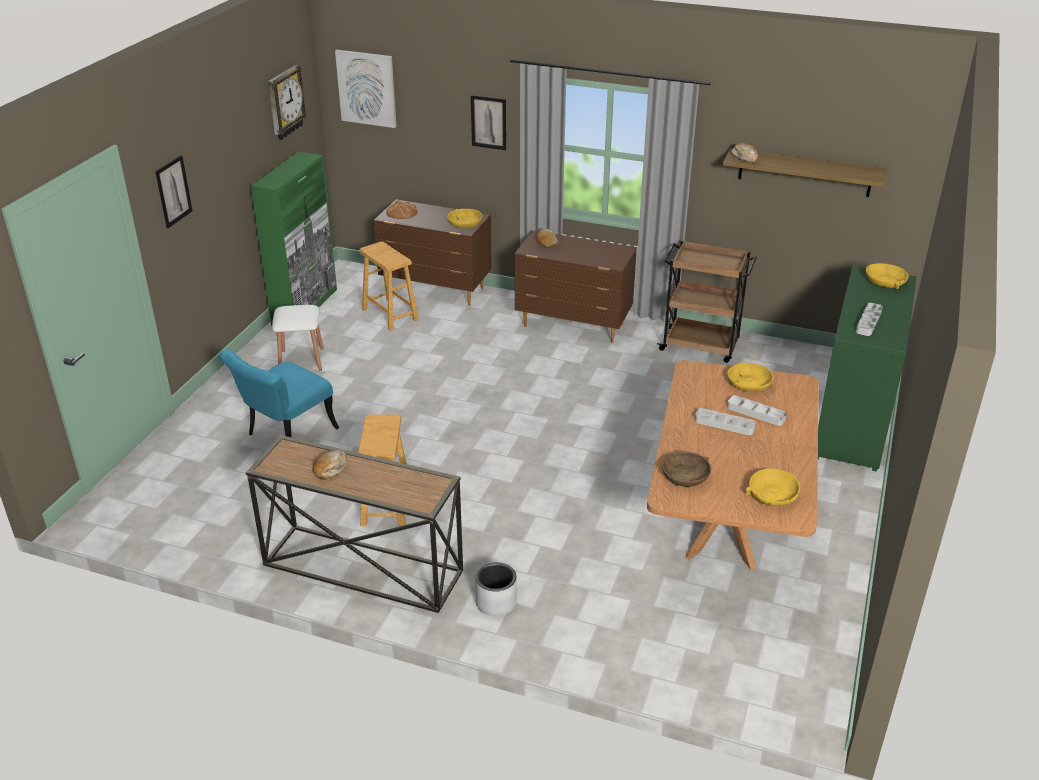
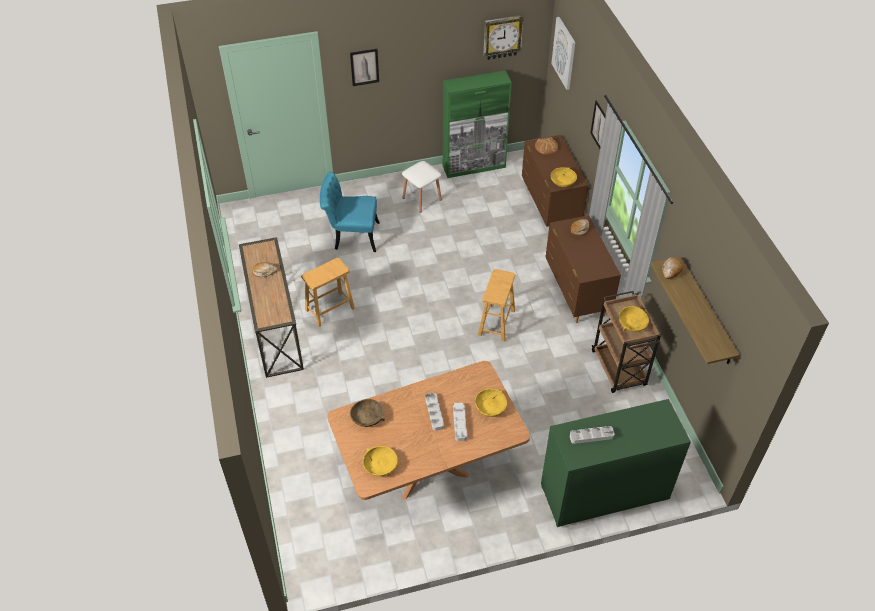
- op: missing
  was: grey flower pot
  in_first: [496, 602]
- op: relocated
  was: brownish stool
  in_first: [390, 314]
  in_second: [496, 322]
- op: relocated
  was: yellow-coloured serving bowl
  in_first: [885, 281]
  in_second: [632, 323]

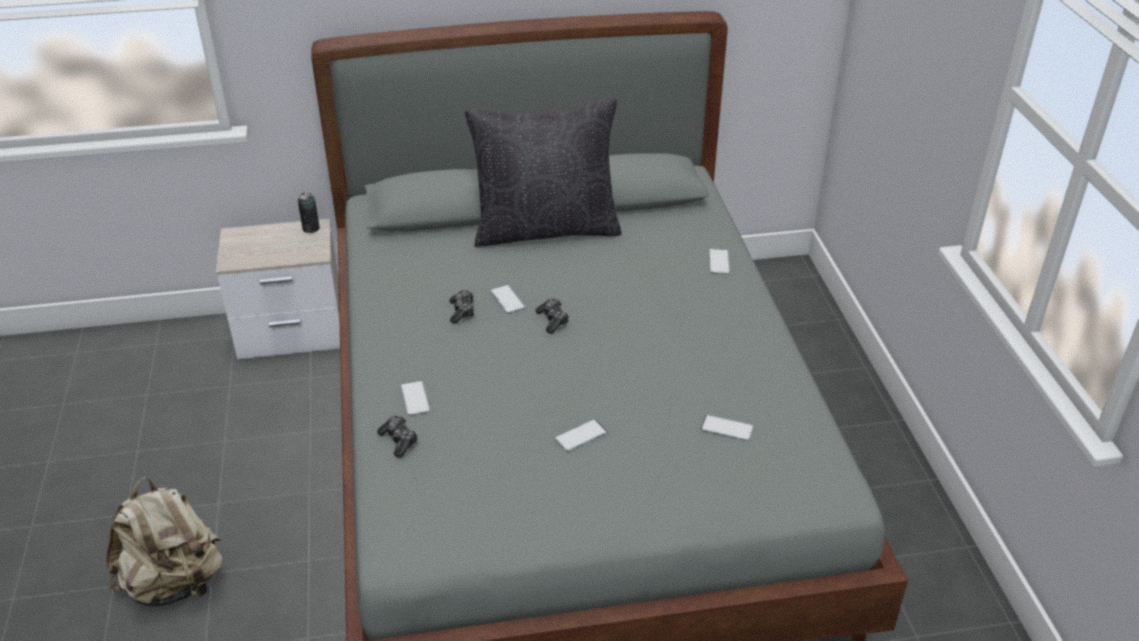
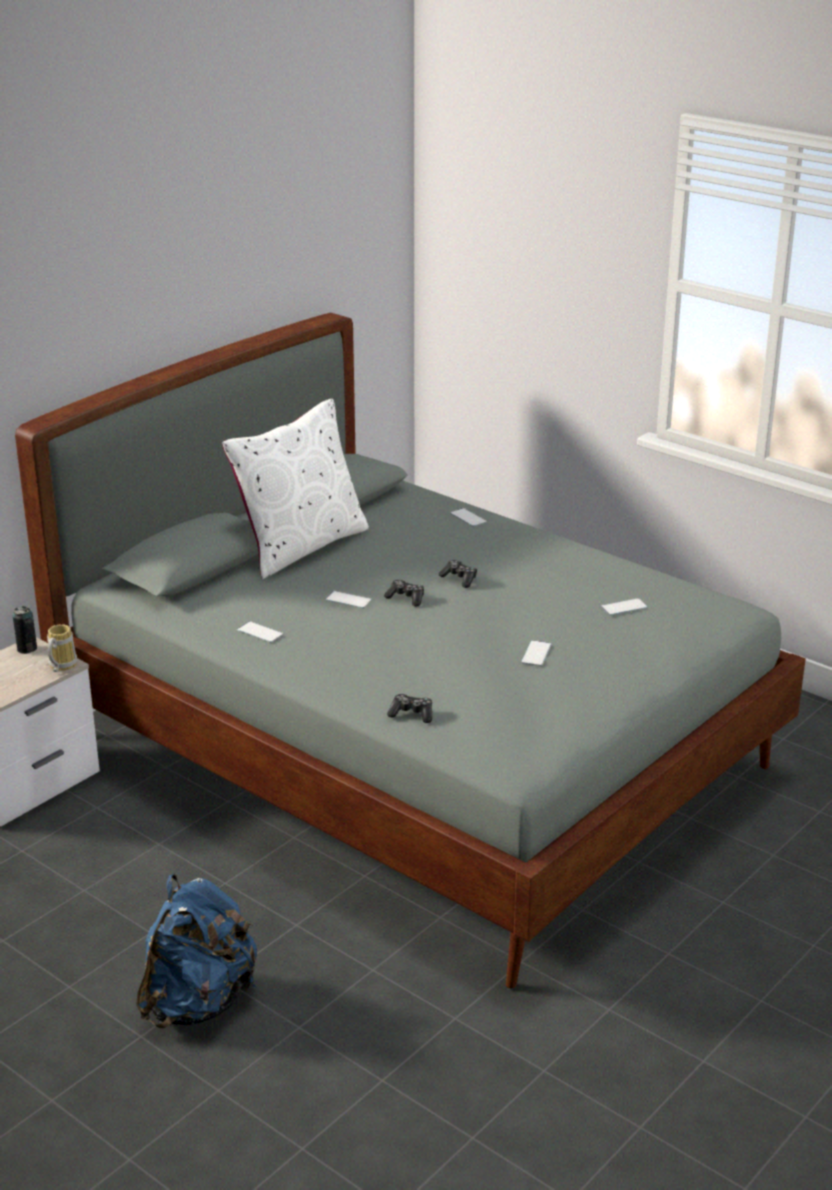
- op: appeared
  now: coffee mug
  in_second: [60, 666]
- op: relocated
  was: phone
  in_first: [415, 398]
  in_second: [260, 632]
- op: relocated
  was: gamepad
  in_first: [462, 311]
  in_second: [459, 579]
- op: colour
  was: beige backpack
  now: blue backpack
  in_first: [174, 583]
  in_second: [198, 1002]
- op: colour
  was: black-coloured pillow
  now: white pillow
  in_first: [545, 229]
  in_second: [300, 546]

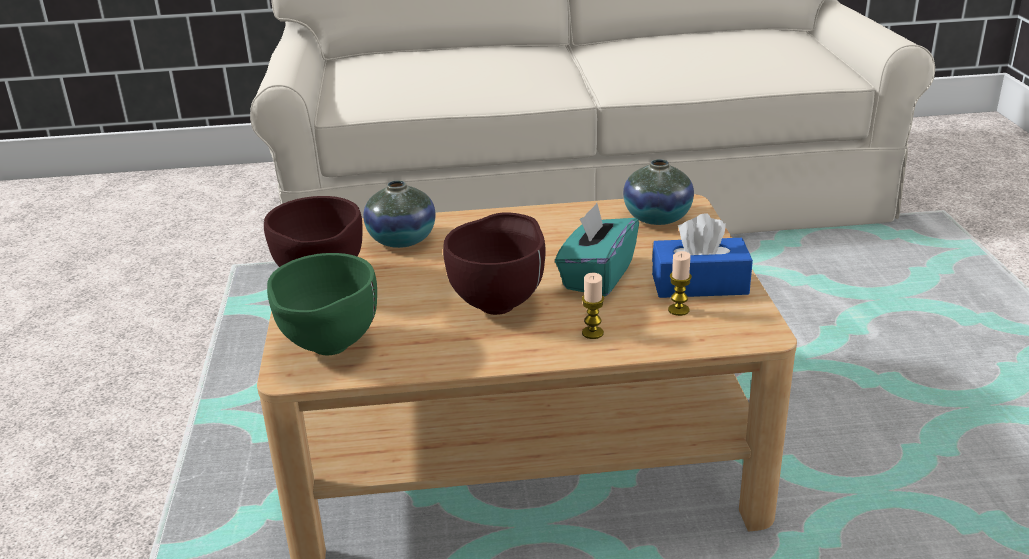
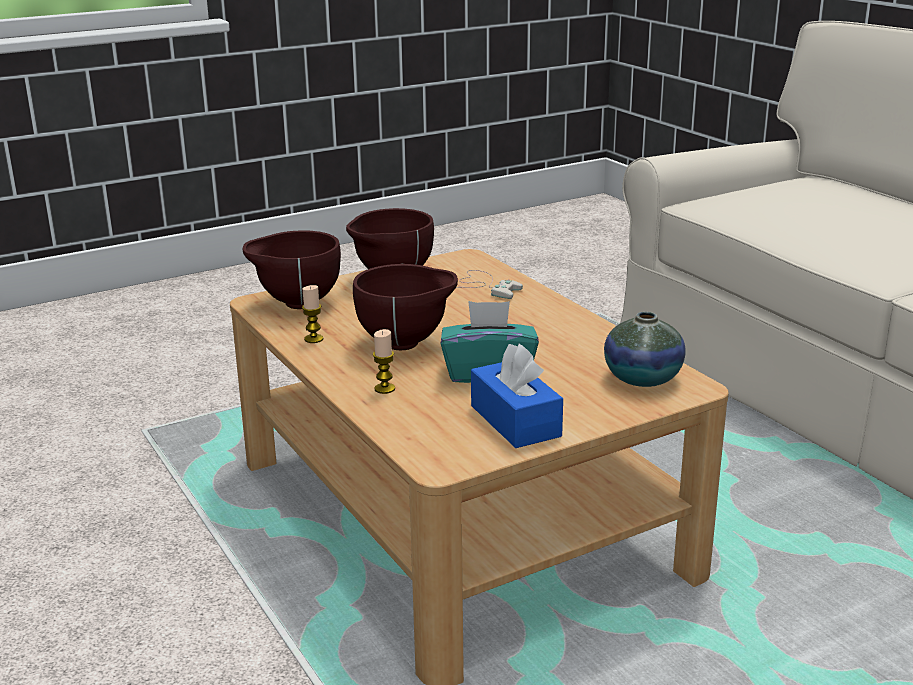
- op: relocated
  was: wax light
  in_first: [678, 310]
  in_second: [313, 339]
- op: exchanged
  was: vase
  now: white gamepad
  in_first: [402, 240]
  in_second: [483, 287]
- op: colour
  was: green serving bowl
  now: brownish serving bowl
  in_first: [328, 349]
  in_second: [295, 304]

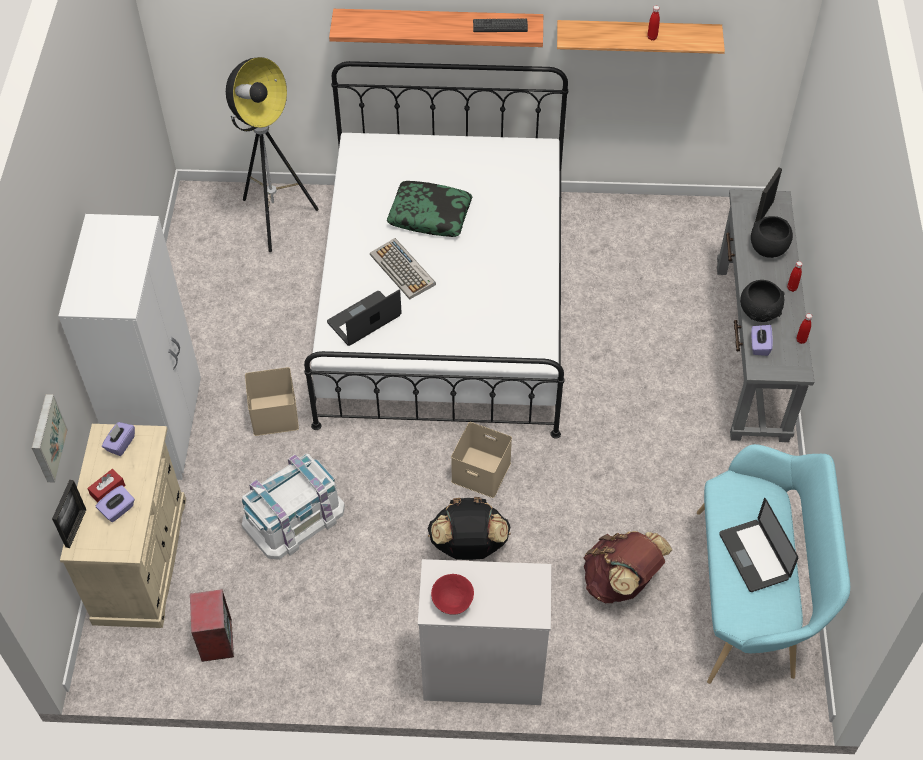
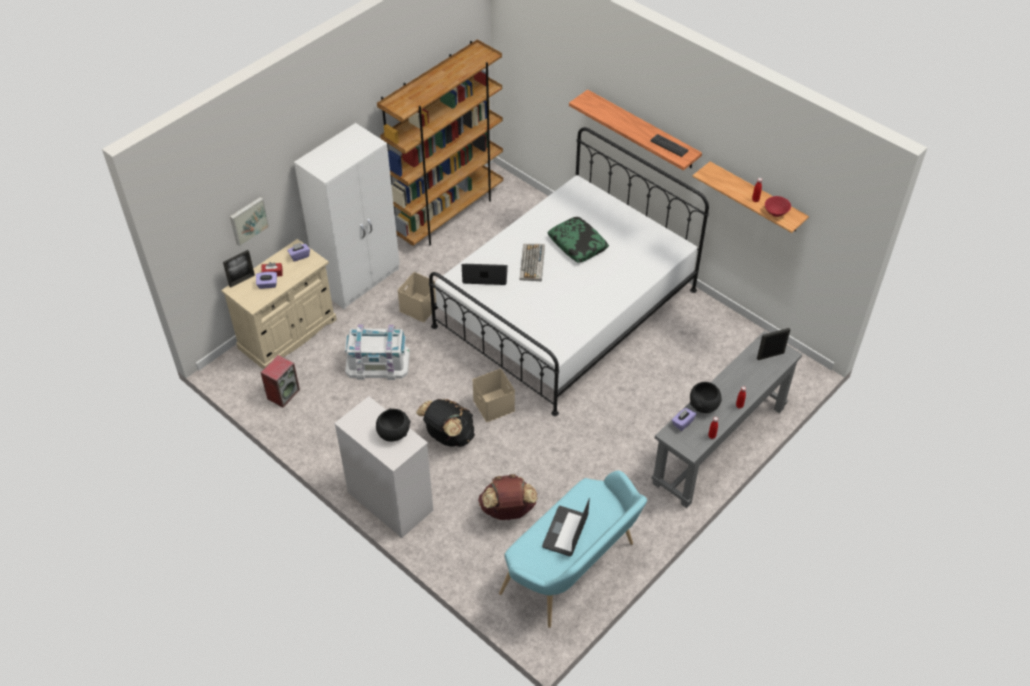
- op: missing
  was: standing lamp
  in_first: [275, 219]
- op: appeared
  now: brownish bookshelf
  in_second: [448, 214]
- op: relocated
  was: red serving bowl
  in_first: [452, 602]
  in_second: [775, 213]
- op: relocated
  was: black-coloured serving bowl
  in_first: [768, 247]
  in_second: [393, 432]

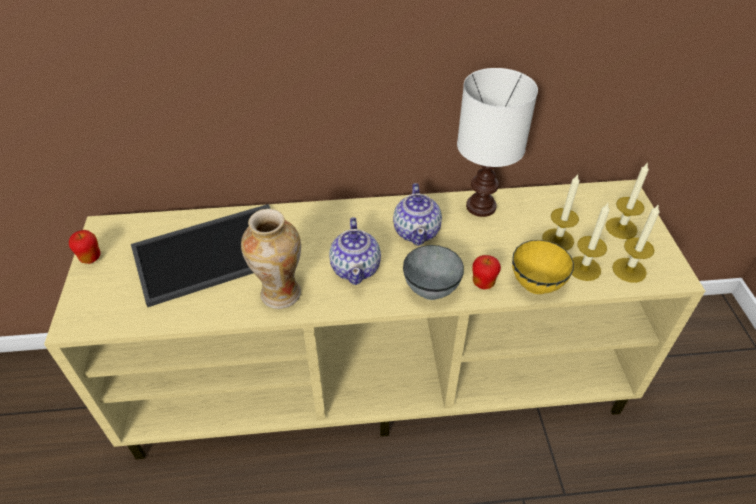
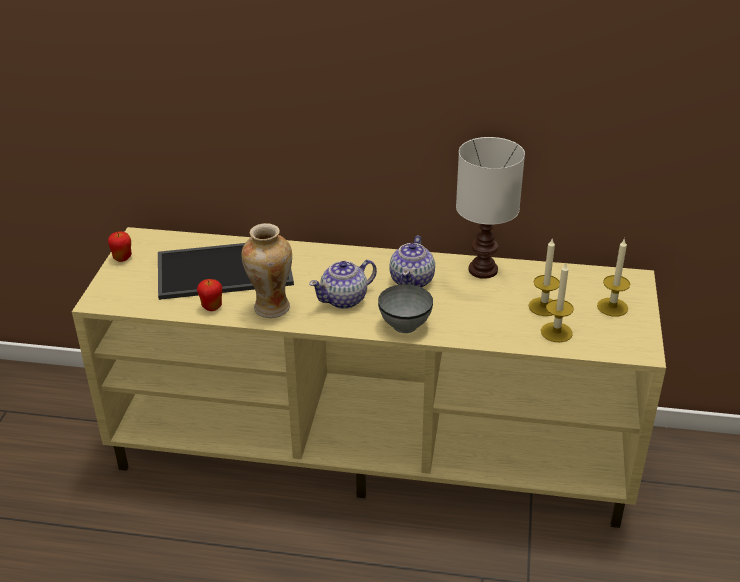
- op: missing
  was: yellow-coloured serving bowl
  in_first: [536, 283]
- op: missing
  was: wax light
  in_first: [629, 270]
- op: relocated
  was: whole apple
  in_first: [483, 283]
  in_second: [212, 307]
- op: spun
  was: pot for tea
  in_first: [356, 268]
  in_second: [344, 299]
  clockwise: 45

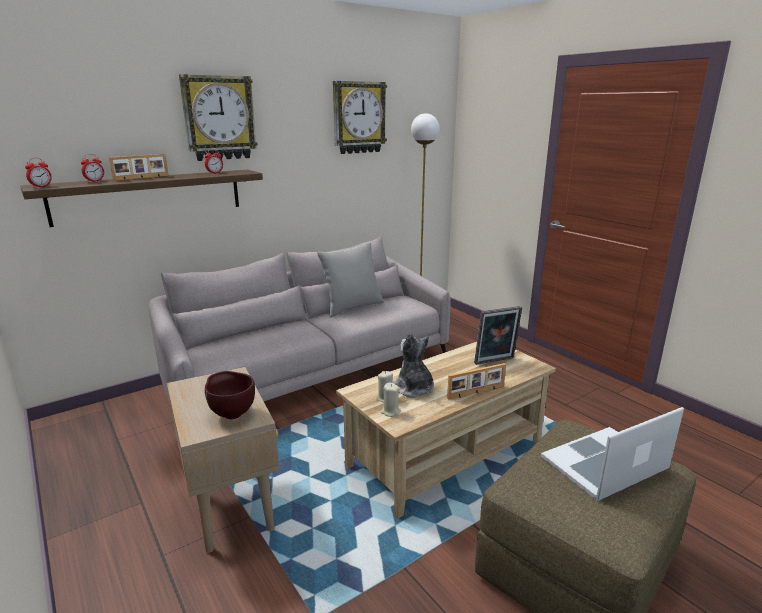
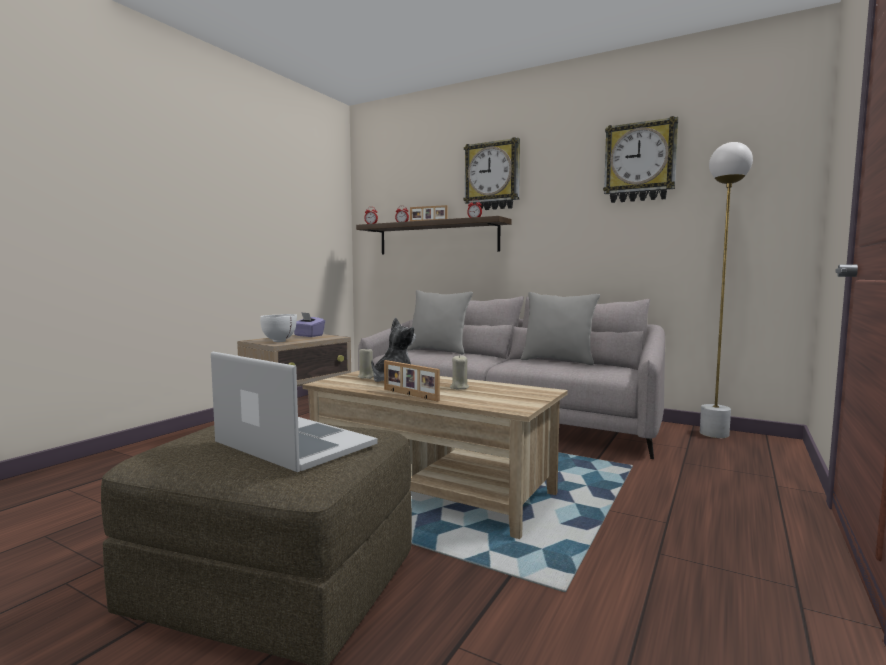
- op: missing
  was: picture frame
  in_first: [495, 361]
- op: appeared
  now: purplish box of tissues
  in_second: [308, 335]
- op: appeared
  now: grey pillow
  in_second: [439, 351]
- op: relocated
  was: beige wax light
  in_first: [390, 412]
  in_second: [459, 387]
- op: colour
  was: brownish serving bowl
  now: white serving bowl
  in_first: [232, 413]
  in_second: [280, 341]

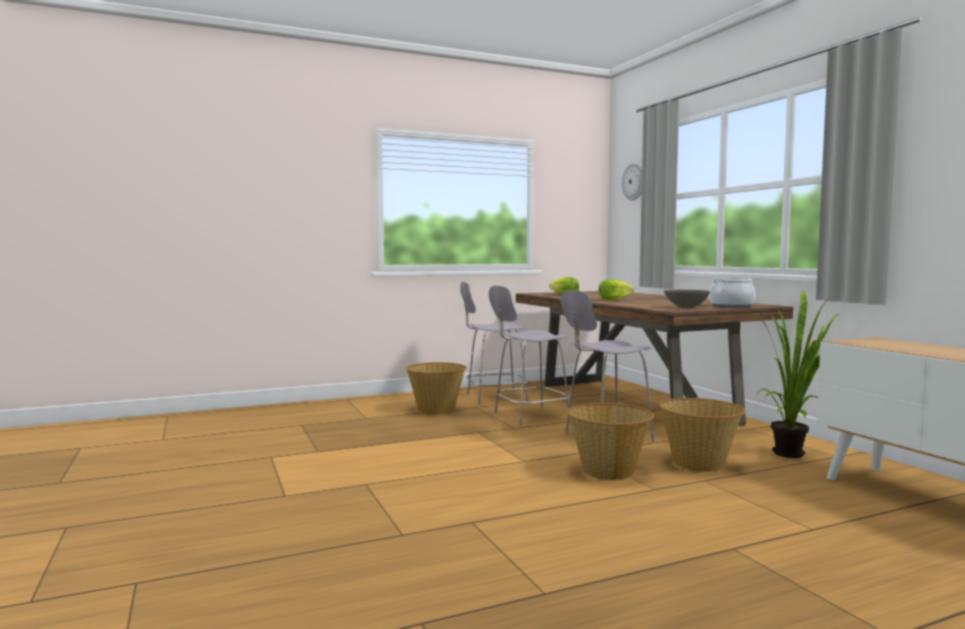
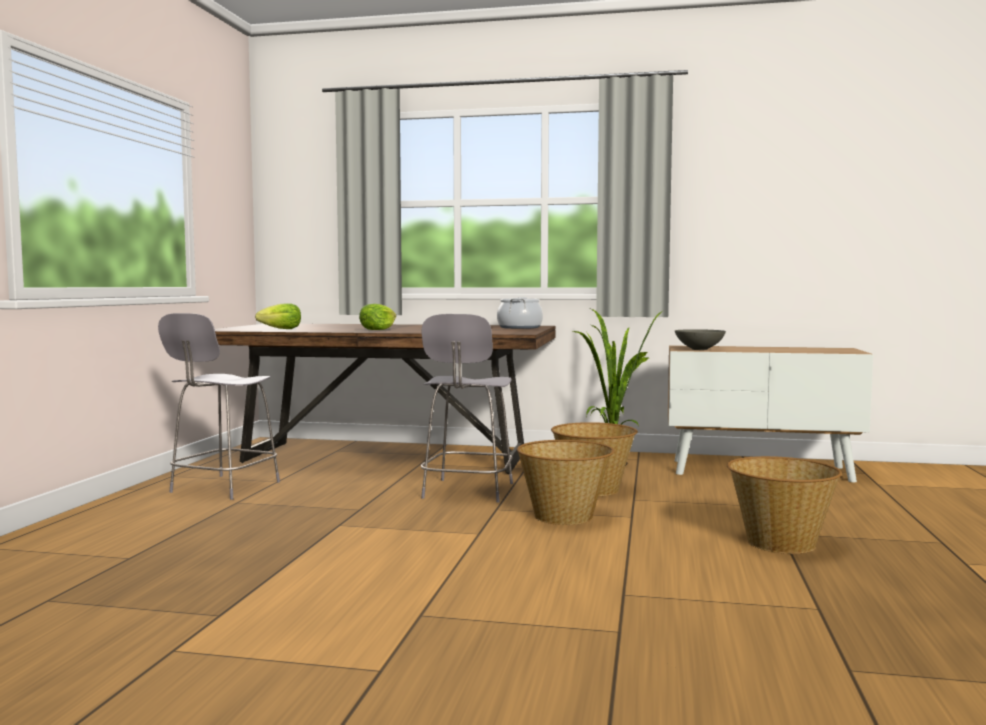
- op: missing
  was: grey upright chair
  in_first: [529, 416]
- op: missing
  was: clock on the wall
  in_first: [634, 181]
- op: relocated
  was: storage basket
  in_first: [437, 410]
  in_second: [780, 542]
- op: relocated
  was: grey serving bowl
  in_first: [685, 307]
  in_second: [699, 349]

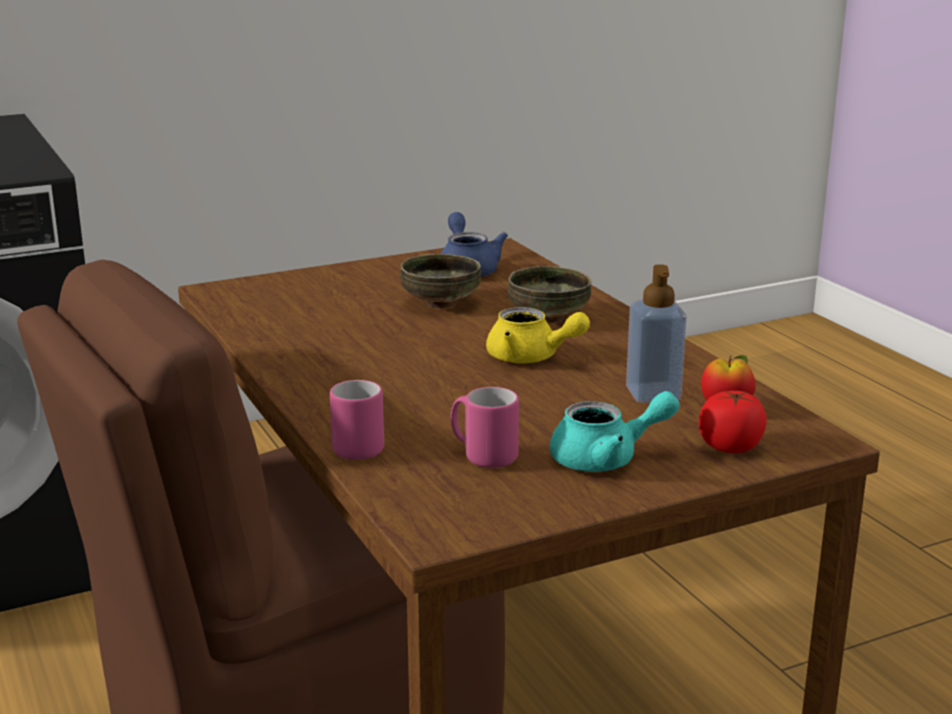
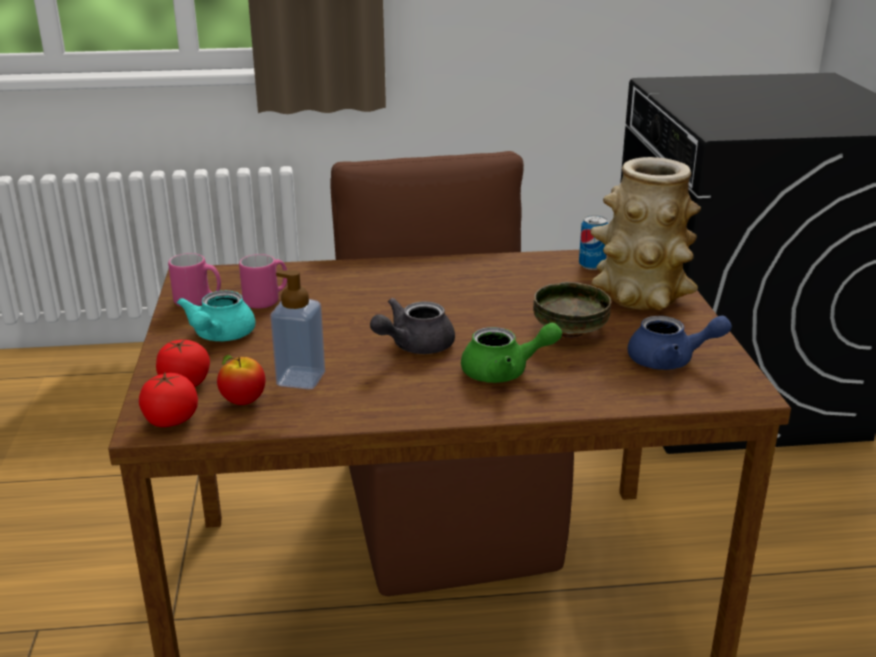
- op: appeared
  now: whole tomato
  in_second: [171, 420]
- op: appeared
  now: sealed can
  in_second: [592, 265]
- op: appeared
  now: vase
  in_second: [639, 295]
- op: relocated
  was: pink-coloured coffee mug
  in_first: [356, 446]
  in_second: [198, 302]
- op: exchanged
  was: serving bowl
  now: green pot for tea
  in_first: [547, 317]
  in_second: [504, 372]
- op: colour
  was: yellow-coloured pot for tea
  now: grey pot for tea
  in_first: [531, 358]
  in_second: [414, 346]

